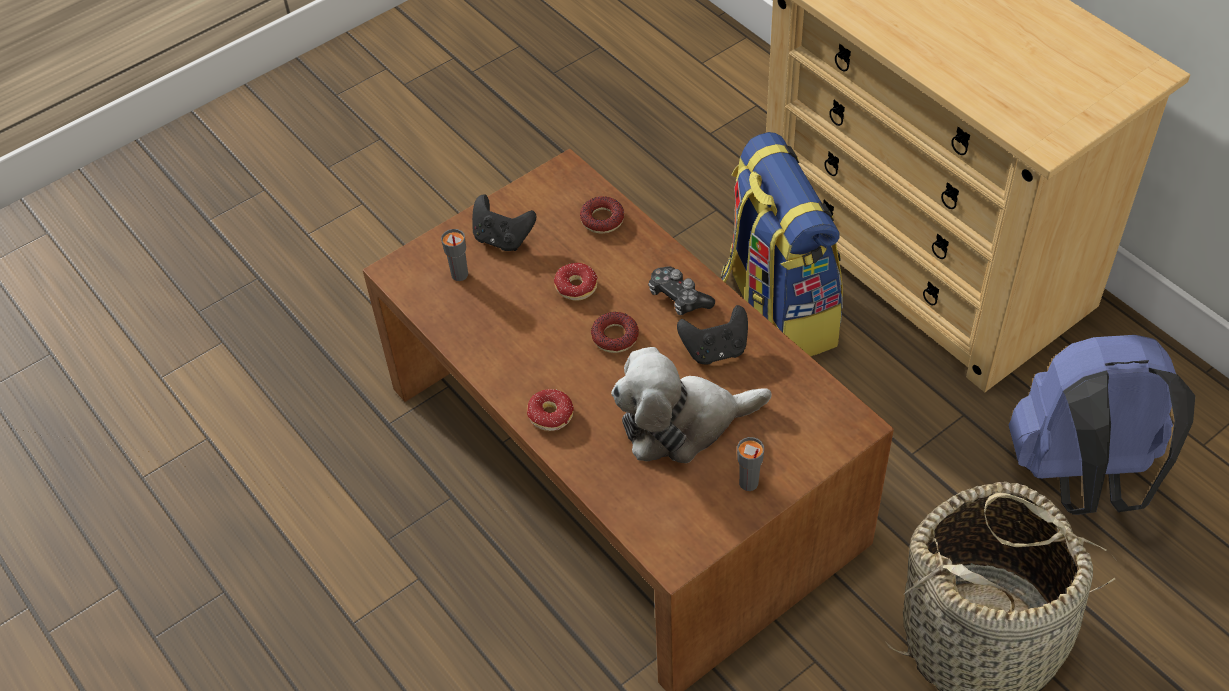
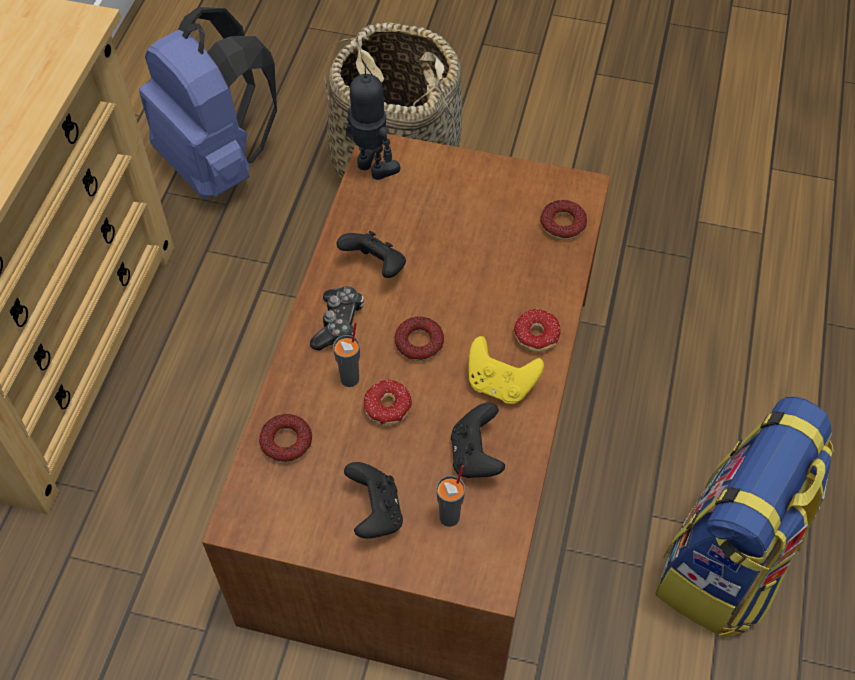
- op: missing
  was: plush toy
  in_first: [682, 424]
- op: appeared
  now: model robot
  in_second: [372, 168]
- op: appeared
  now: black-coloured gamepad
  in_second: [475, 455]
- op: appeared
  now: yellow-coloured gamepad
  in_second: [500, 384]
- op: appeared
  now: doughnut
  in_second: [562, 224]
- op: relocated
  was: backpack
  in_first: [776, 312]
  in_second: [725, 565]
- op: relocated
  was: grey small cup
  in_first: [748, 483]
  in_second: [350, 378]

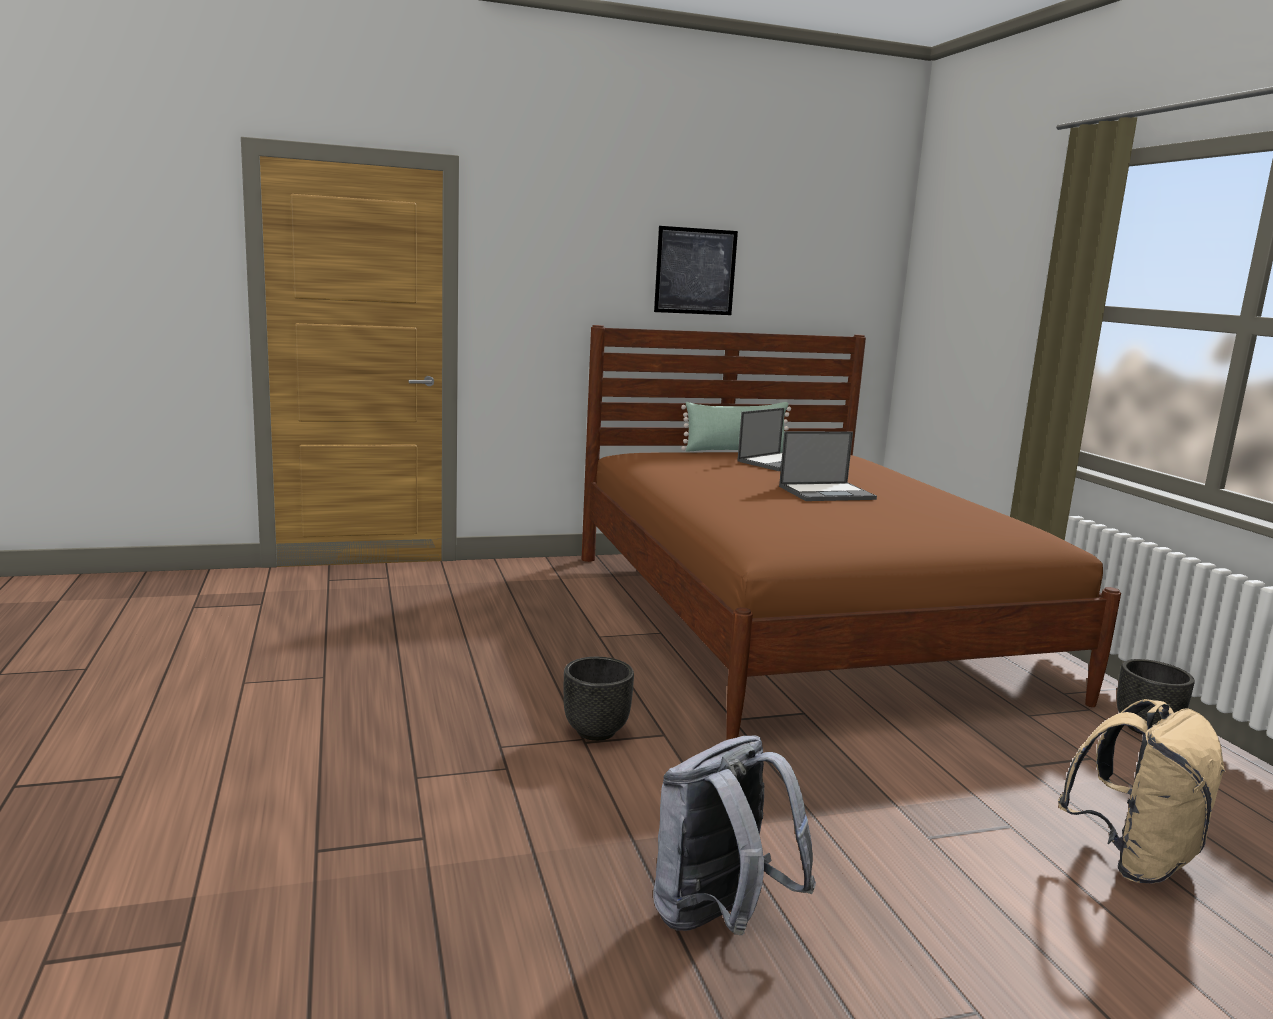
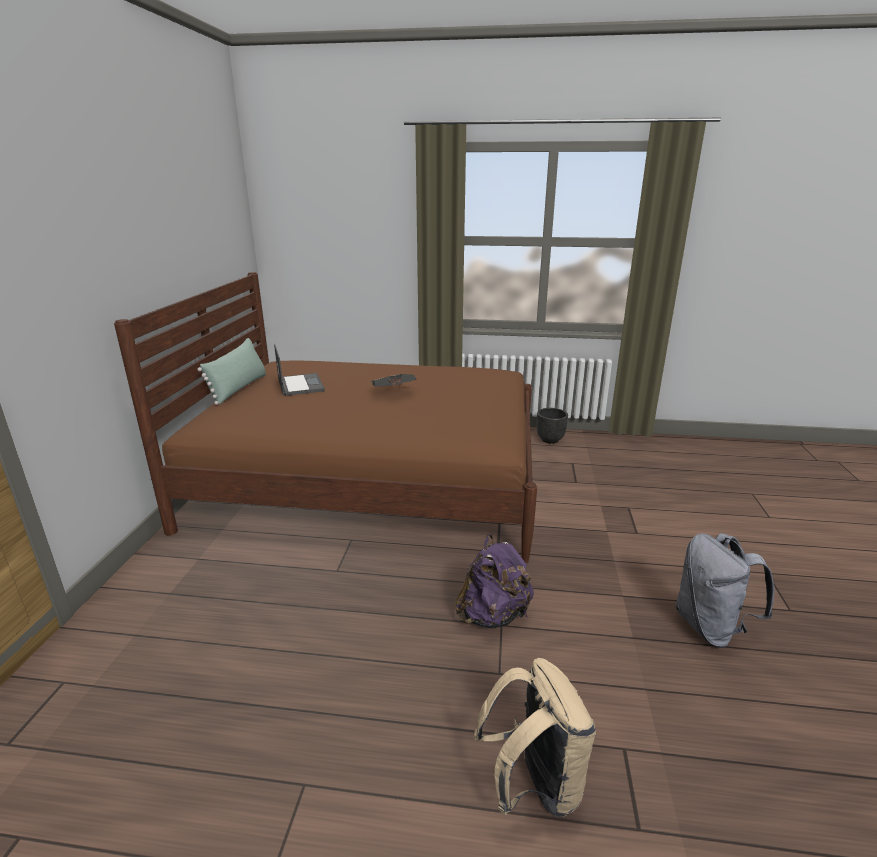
- op: missing
  was: picture
  in_first: [695, 271]
- op: relocated
  was: beige backpack
  in_first: [1133, 859]
  in_second: [534, 784]
- op: exchanged
  was: black-coloured flower pot
  now: purplish backpack
  in_first: [597, 731]
  in_second: [493, 615]
- op: exchanged
  was: laptop
  now: printed paper
  in_first: [827, 493]
  in_second: [394, 393]

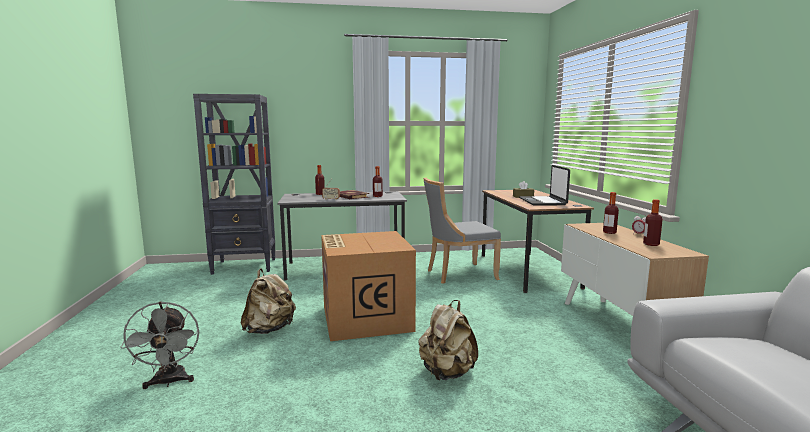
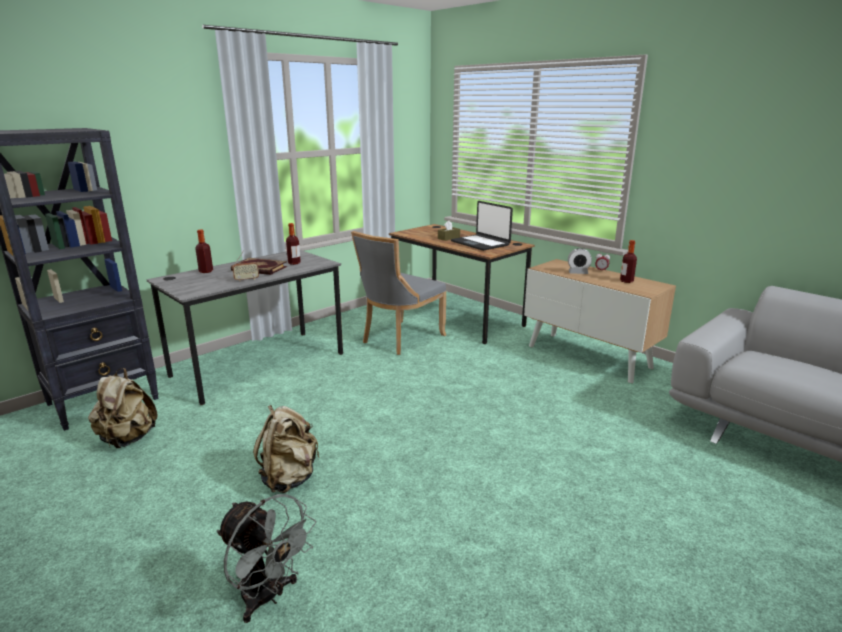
- op: missing
  was: packing box
  in_first: [365, 318]
- op: relocated
  was: beige backpack
  in_first: [447, 373]
  in_second: [127, 439]
- op: exchanged
  was: bottle
  now: bedside clock
  in_first: [609, 232]
  in_second: [578, 272]

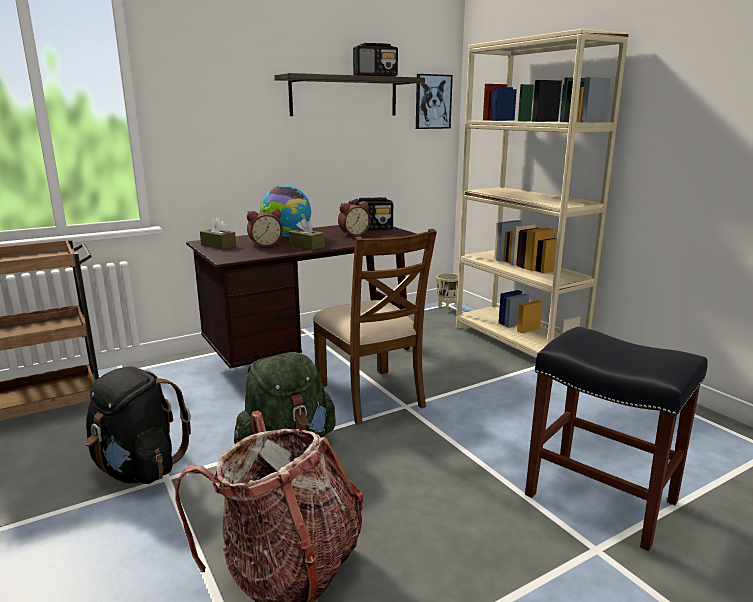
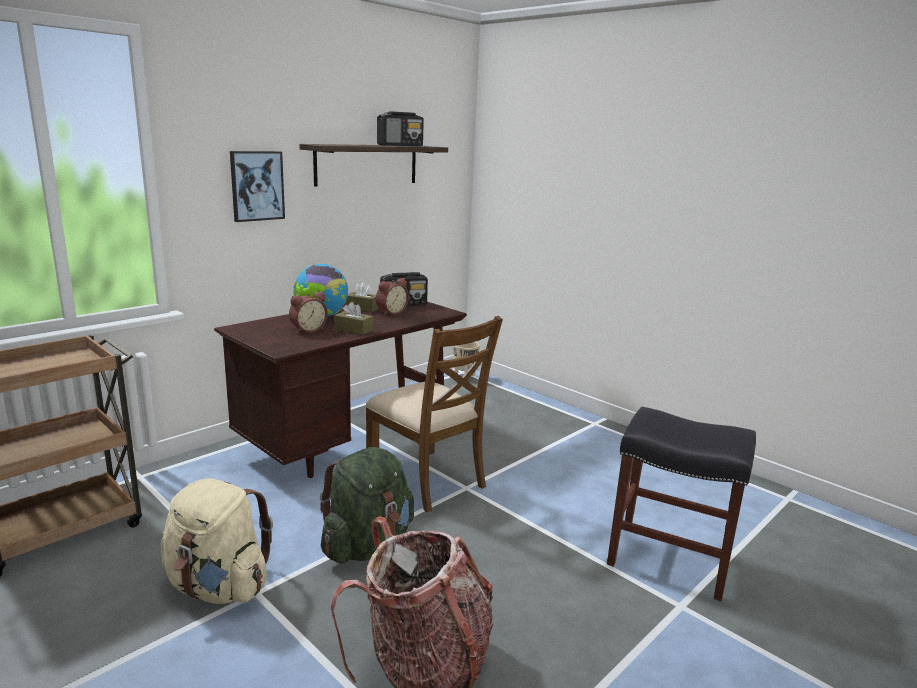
- op: missing
  was: beige bookshelf
  in_first: [517, 342]
- op: relocated
  was: brownish box of tissues
  in_first: [218, 245]
  in_second: [362, 308]
- op: relocated
  was: picture
  in_first: [432, 101]
  in_second: [257, 186]
- op: colour
  was: black-coloured backpack
  now: beige backpack
  in_first: [138, 469]
  in_second: [219, 587]

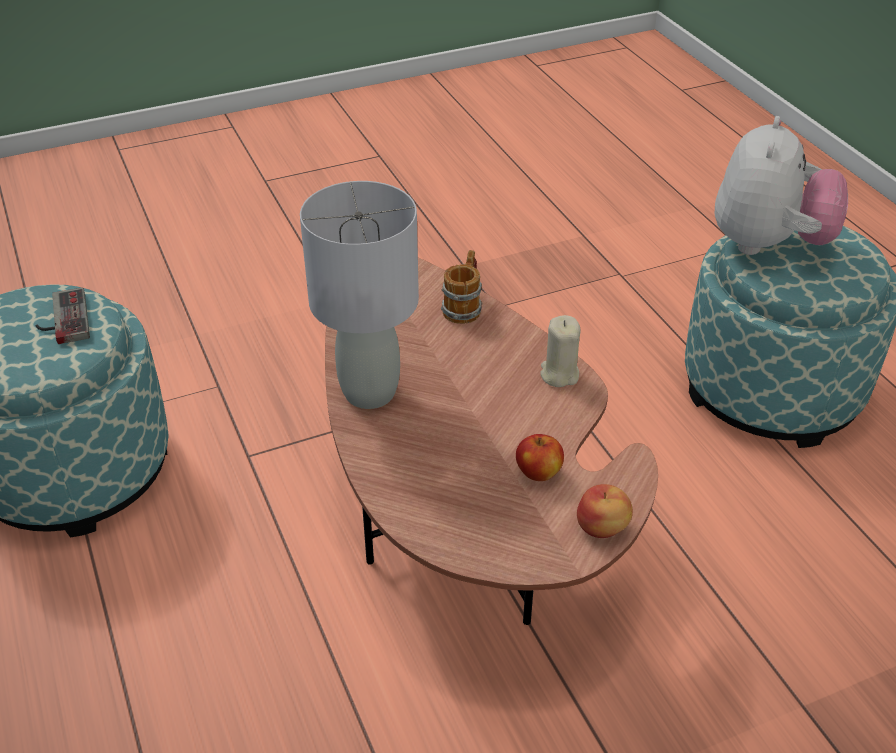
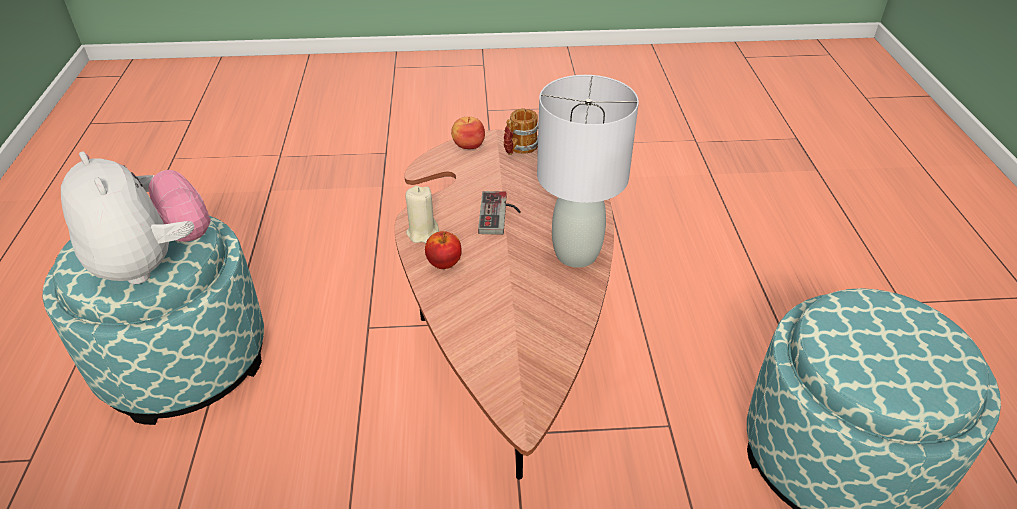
- op: relocated
  was: gamepad
  in_first: [61, 319]
  in_second: [500, 214]
- op: relocated
  was: coffee mug
  in_first: [464, 307]
  in_second: [519, 149]
- op: relocated
  was: whole apple
  in_first: [539, 473]
  in_second: [444, 263]
- op: spun
  was: plush toy
  in_first: [768, 245]
  in_second: [153, 262]
  clockwise: 105

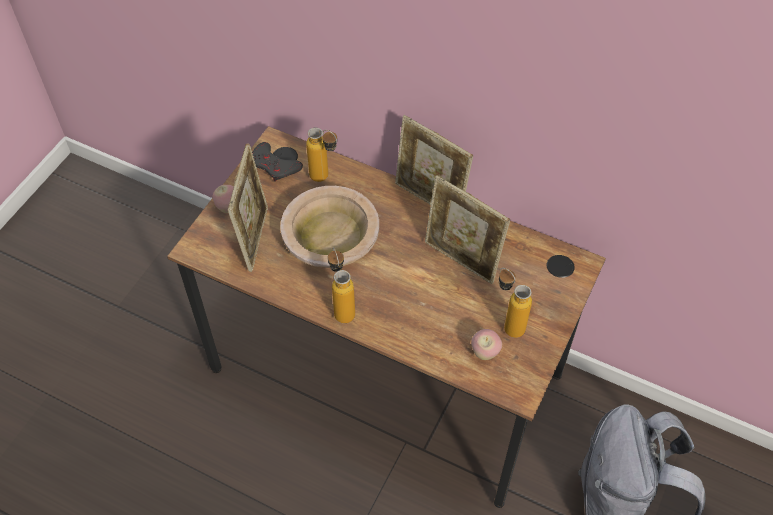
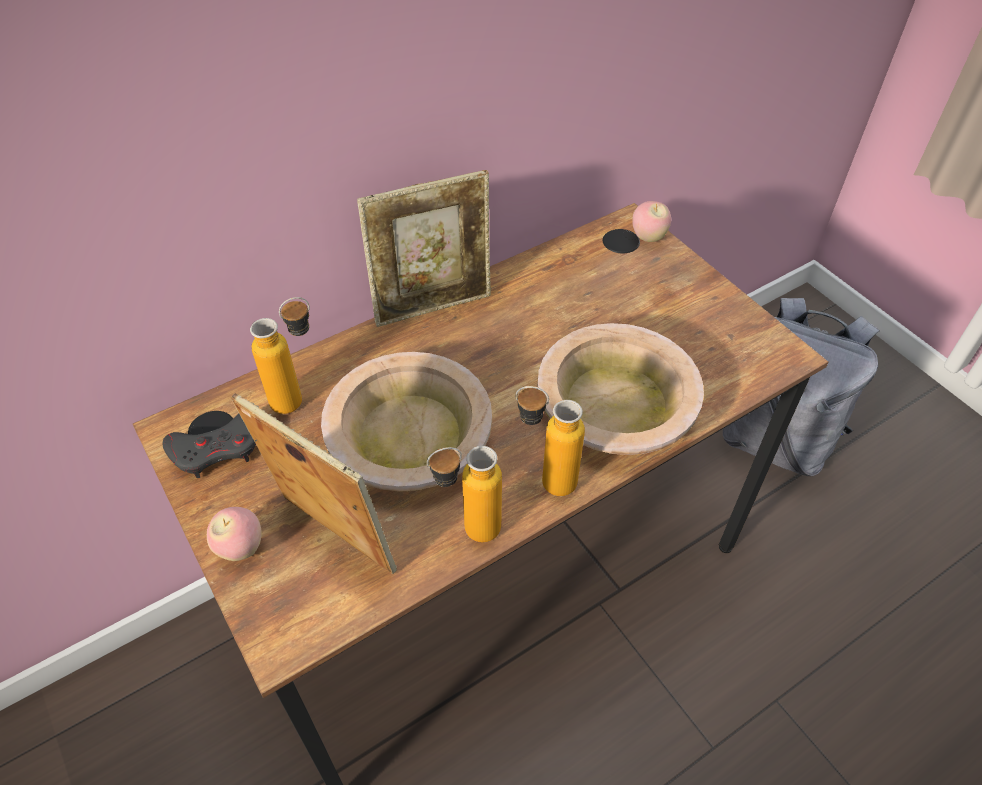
- op: missing
  was: picture frame
  in_first: [461, 260]
- op: appeared
  now: beige serving bowl
  in_second: [616, 406]
- op: relocated
  was: whole apple
  in_first: [485, 352]
  in_second: [648, 237]
- op: relocated
  was: bottle
  in_first: [507, 324]
  in_second: [467, 532]

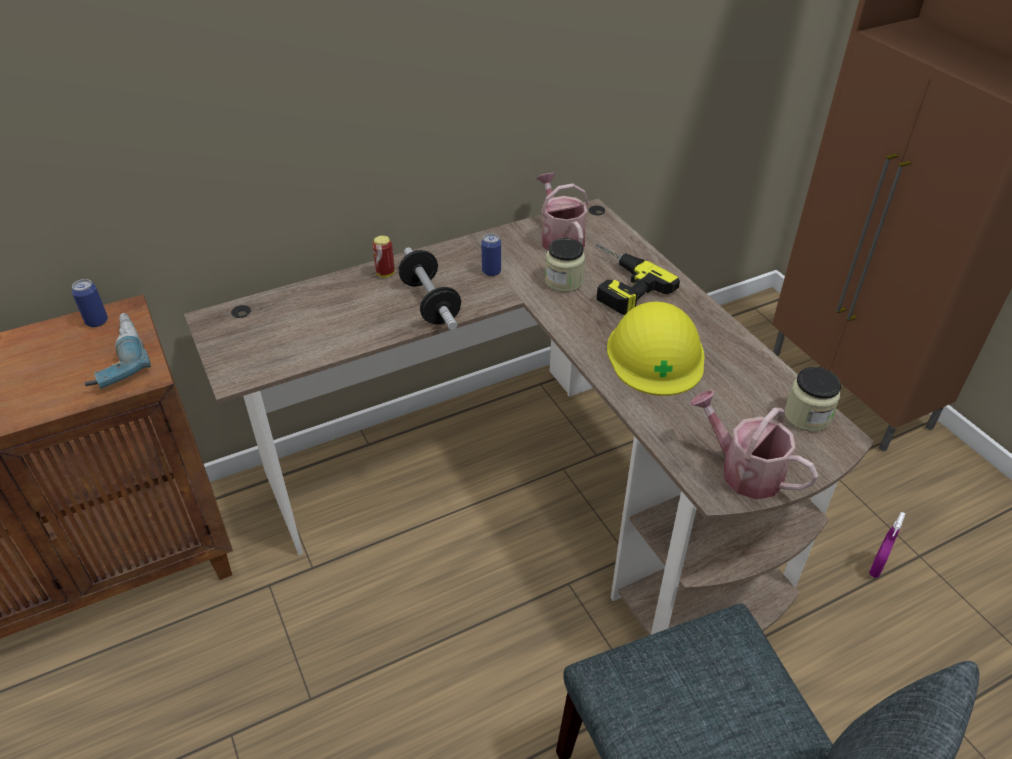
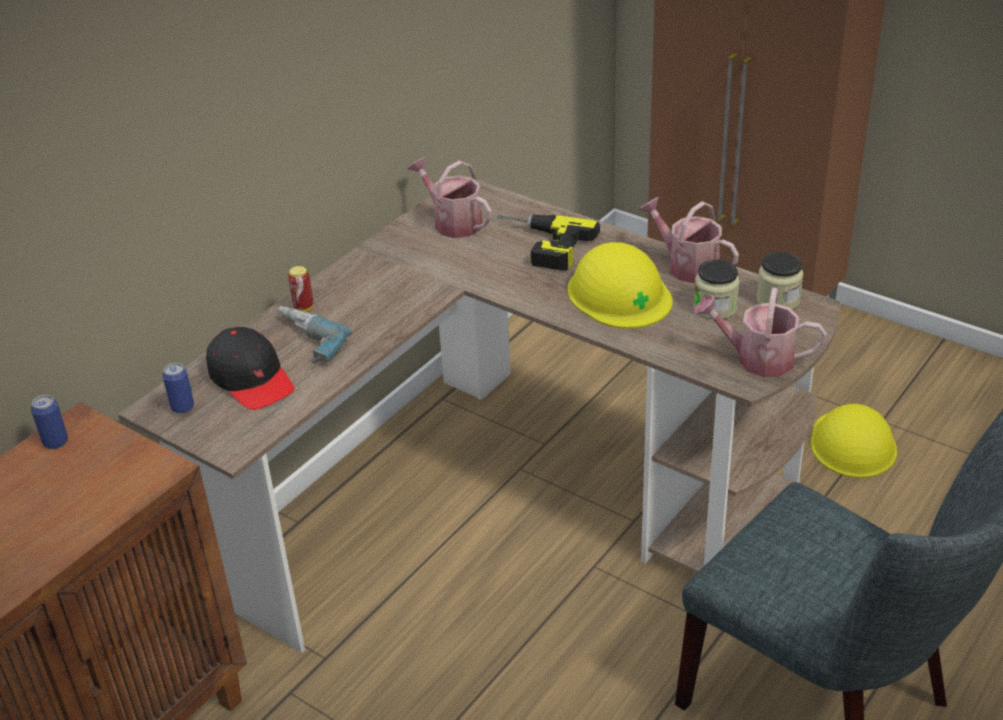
- op: missing
  was: hand weight
  in_first: [430, 303]
- op: appeared
  now: black-coloured peaked cap
  in_second: [251, 379]
- op: appeared
  now: watering pot
  in_second: [687, 266]
- op: relocated
  was: electric drill
  in_first: [115, 358]
  in_second: [303, 343]
- op: relocated
  was: sealed can
  in_first: [491, 271]
  in_second: [182, 407]
- op: relocated
  was: storage jar
  in_first: [564, 281]
  in_second: [715, 308]
- op: exchanged
  was: purplish sprayer
  now: yellow-coloured safety helmet
  in_first: [876, 567]
  in_second: [853, 444]

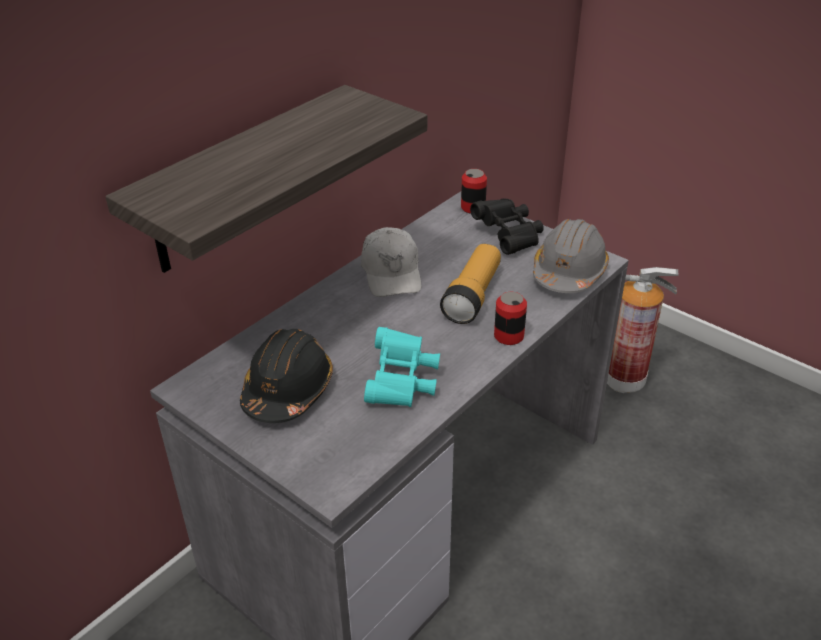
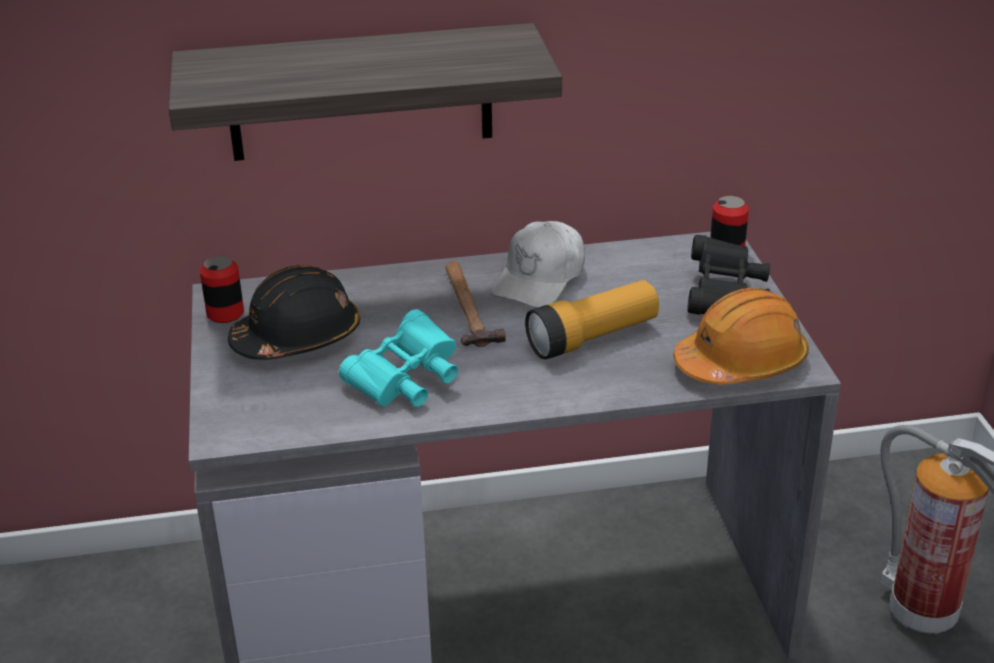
- op: appeared
  now: tool hammer
  in_second: [468, 307]
- op: relocated
  was: sealed can
  in_first: [508, 336]
  in_second: [225, 313]
- op: colour
  was: grey safety helmet
  now: orange-coloured safety helmet
  in_first: [568, 272]
  in_second: [741, 363]

